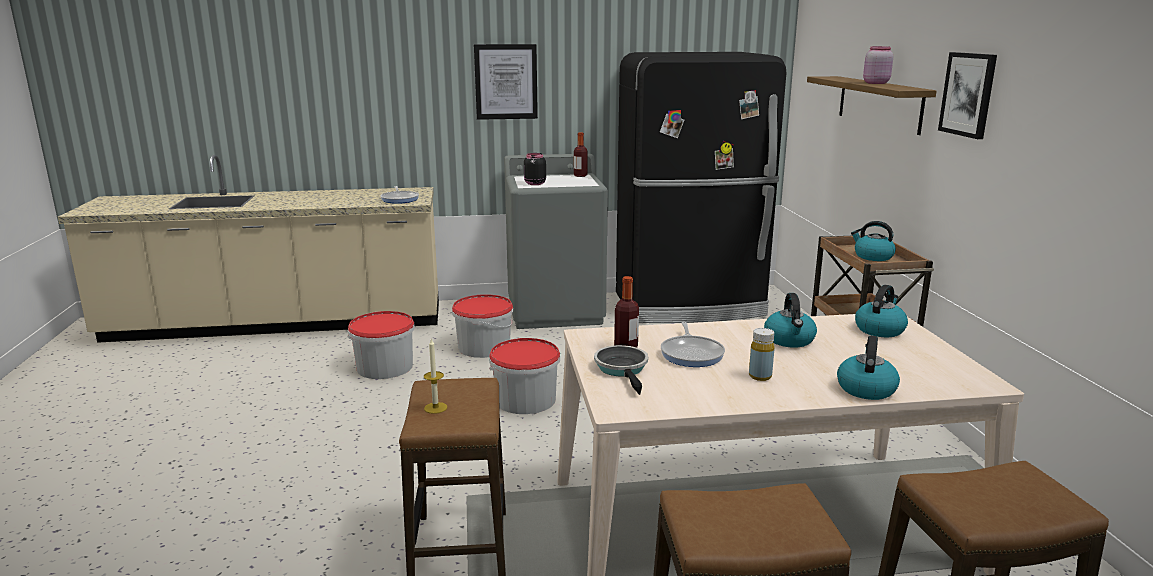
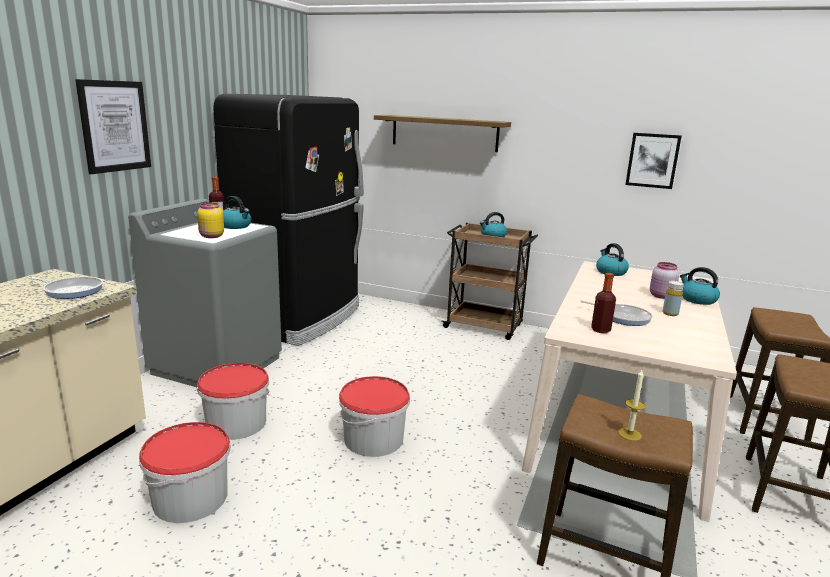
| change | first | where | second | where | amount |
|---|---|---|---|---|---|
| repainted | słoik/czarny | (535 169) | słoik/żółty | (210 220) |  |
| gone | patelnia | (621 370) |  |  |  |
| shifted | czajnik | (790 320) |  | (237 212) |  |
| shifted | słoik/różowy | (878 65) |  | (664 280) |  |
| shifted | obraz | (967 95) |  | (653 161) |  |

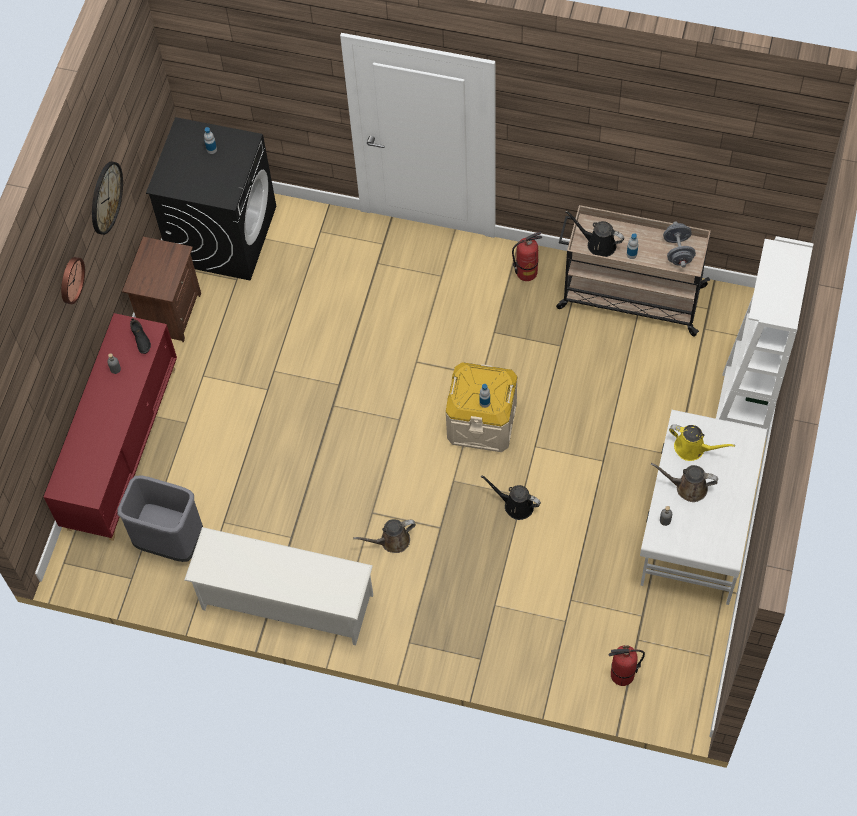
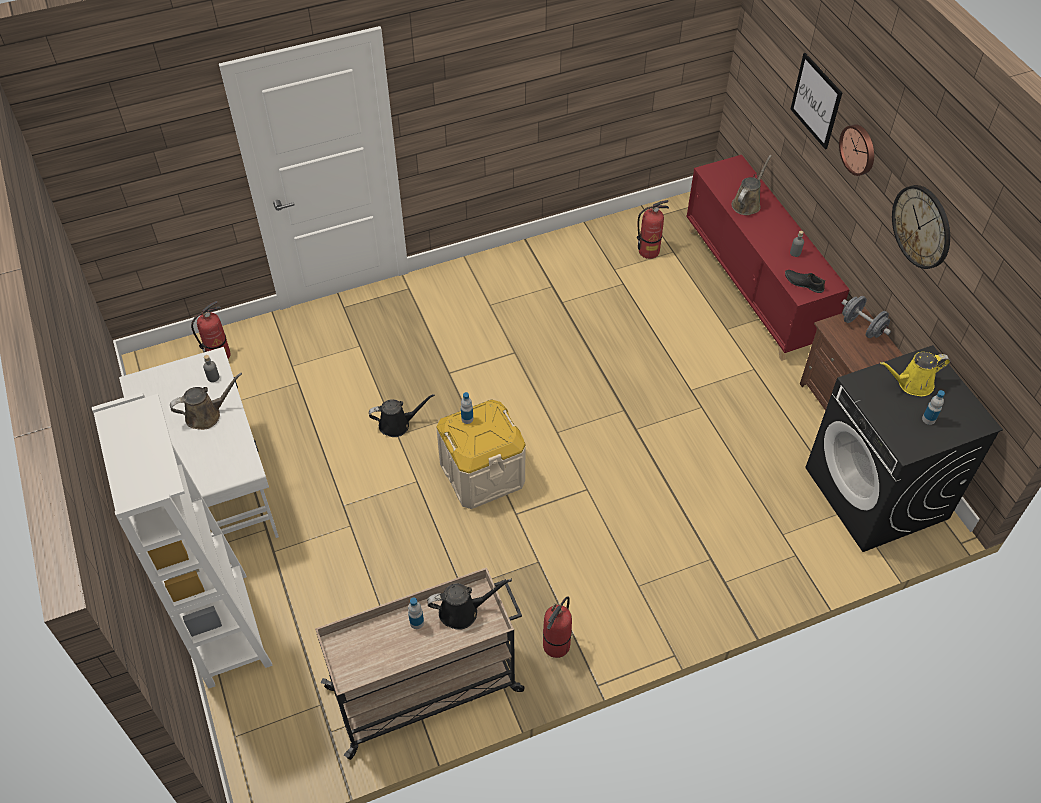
| change | first | where | second | where | amount |
|---|---|---|---|---|---|
| swapped | kosz na śmieci/szary | (160 518) | gaśnica | (653 229) |  |
| gone | regał na buty/biały | (278 586) |  |  |  |
| shifted | konewka/brązowy | (384 536) |  | (752 185) |  |
| shifted | hantel/szary | (679 244) |  | (866 317) |  |
| shifted | konewka/żółty | (702 442) |  | (915 374) |  |
| new |  |  | obraz | (816 101) |  |

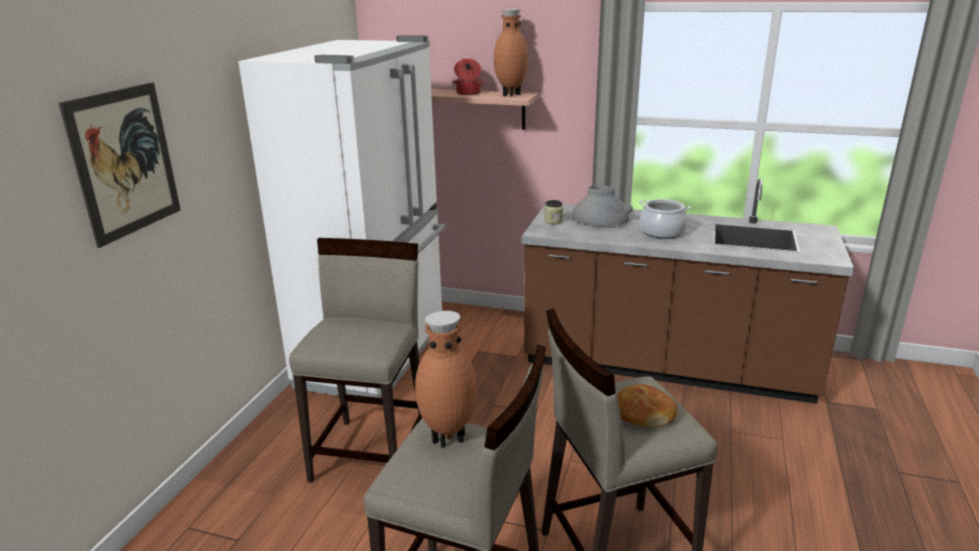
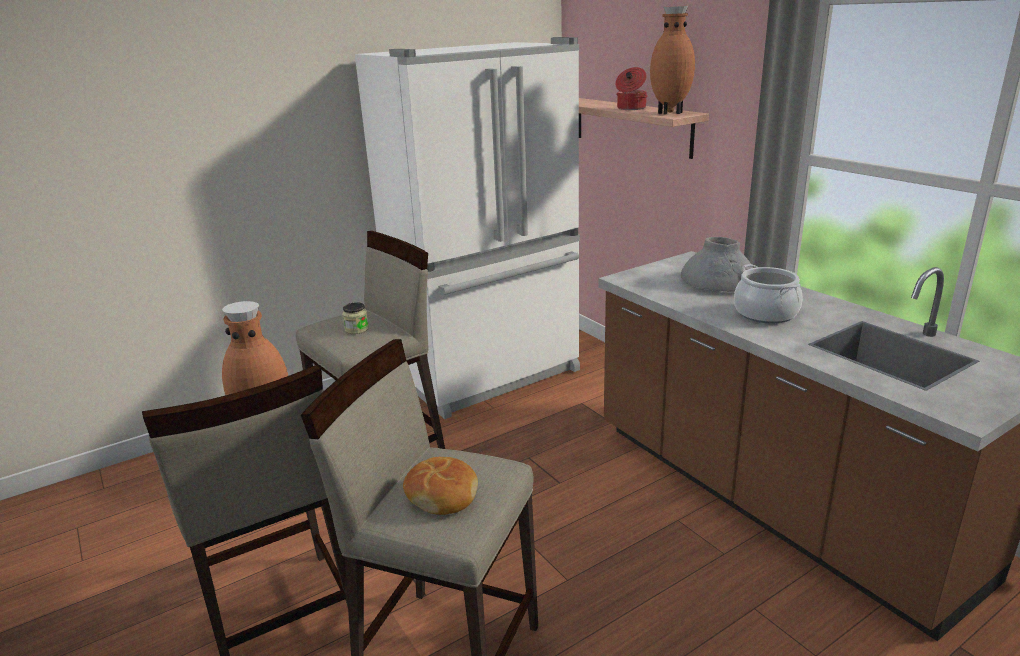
| change | first | where | second | where | amount |
|---|---|---|---|---|---|
| gone | obraz | (120 165) |  |  |  |
| shifted | słoik | (553 212) |  | (355 318) |  |

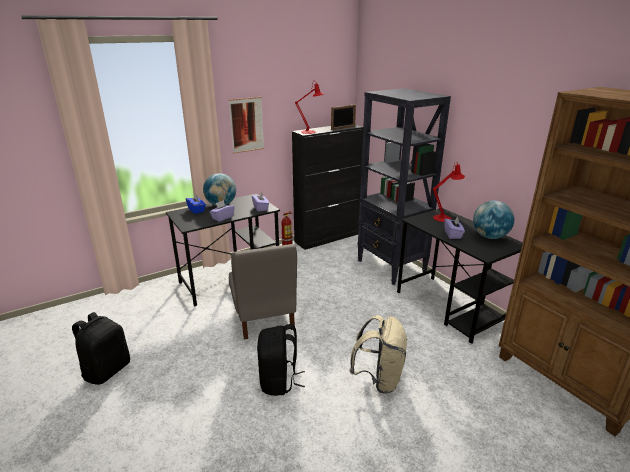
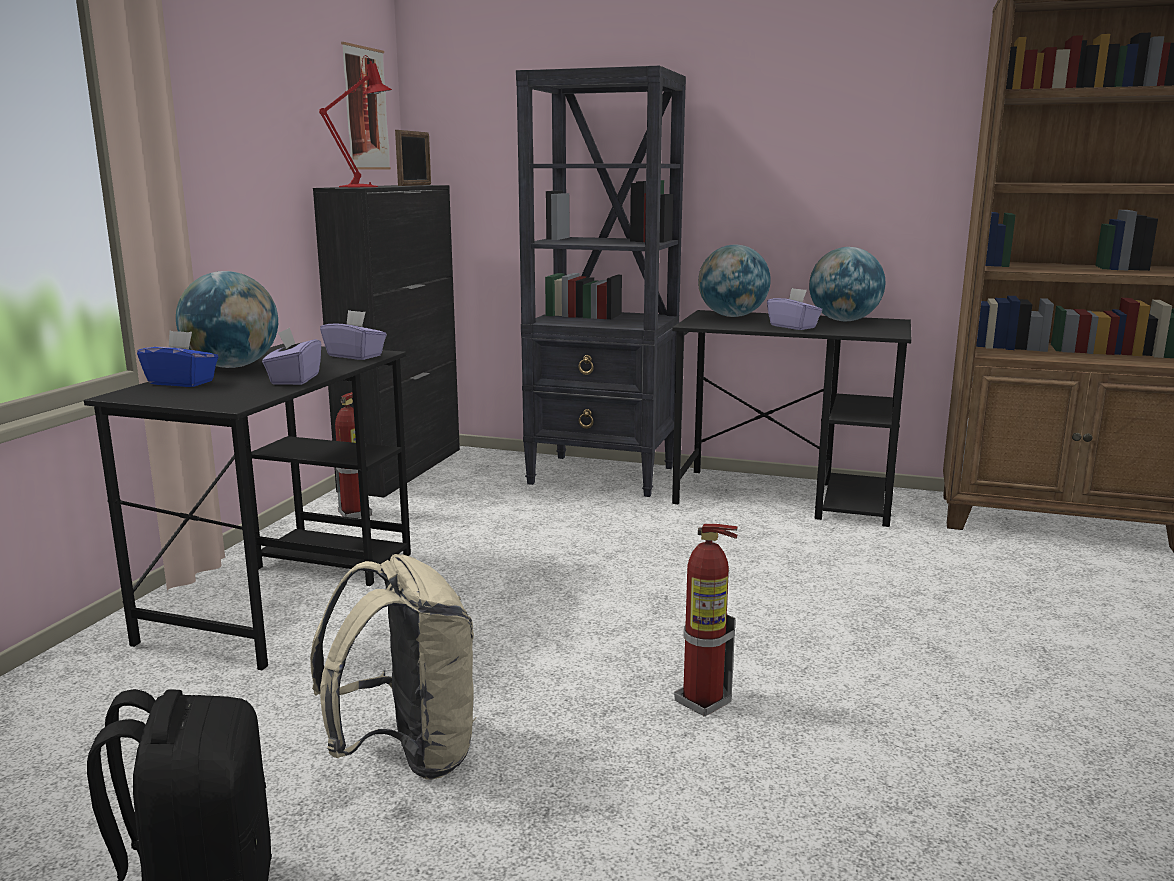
| change | first | where | second | where | amount |
|---|---|---|---|---|---|
| shifted | obraz | (246 125) |  | (366 106) |  |
| gone | krzesło/szary | (263 292) |  |  |  |
| swapped | plecak/czarny | (281 360) | gaśnica | (706 620) |  |
| shifted | plecak/beżowy | (378 354) |  | (393 667) |  |
| swapped | lampa stołowa/czerwony | (449 192) | globus | (734 281) |  |

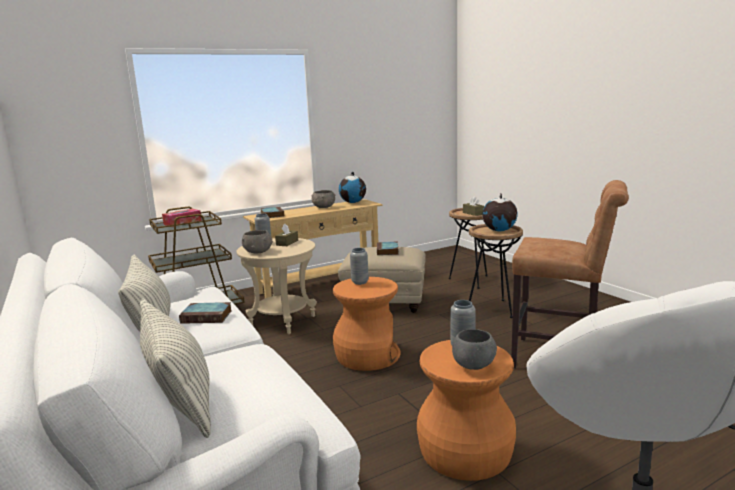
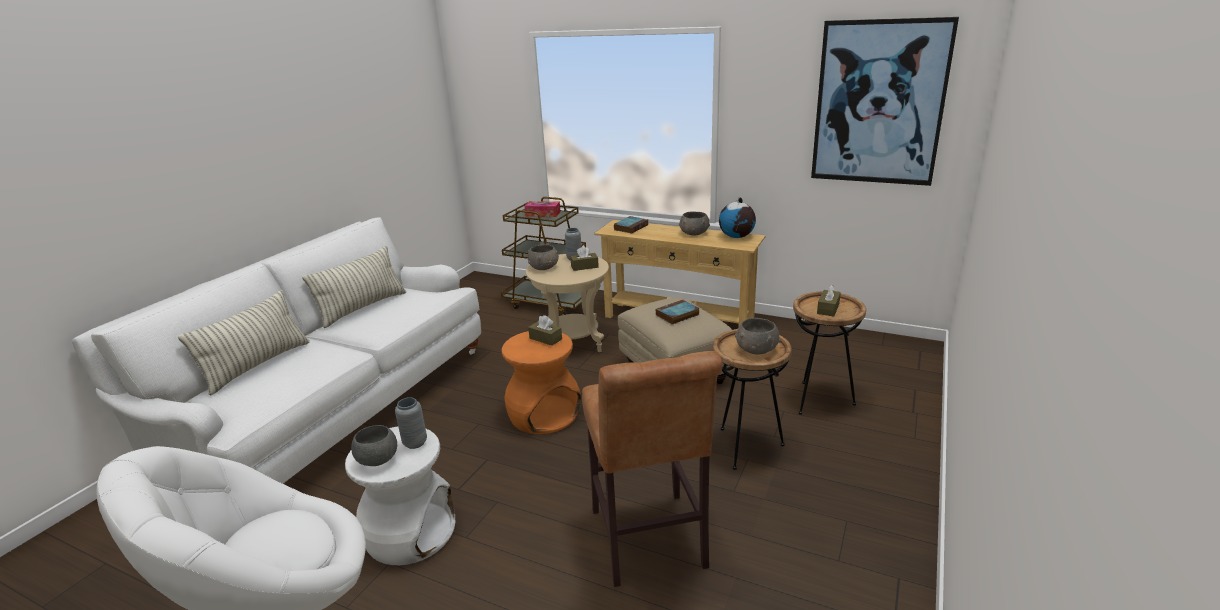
| change | first | where | second | where | amount |
|---|---|---|---|---|---|
| gone | książka | (205 313) |  |  |  |
| swapped | wazon/szary | (359 266) | pudełko chusteczek/brązowy | (545 330) |  |
| repainted | stołek/pomarańczowy | (466 410) | stołek/biały | (400 495) |  |
| swapped | globus | (499 212) | miska/szary | (757 336) |  |
| new |  |  | obraz | (885 101) |  |

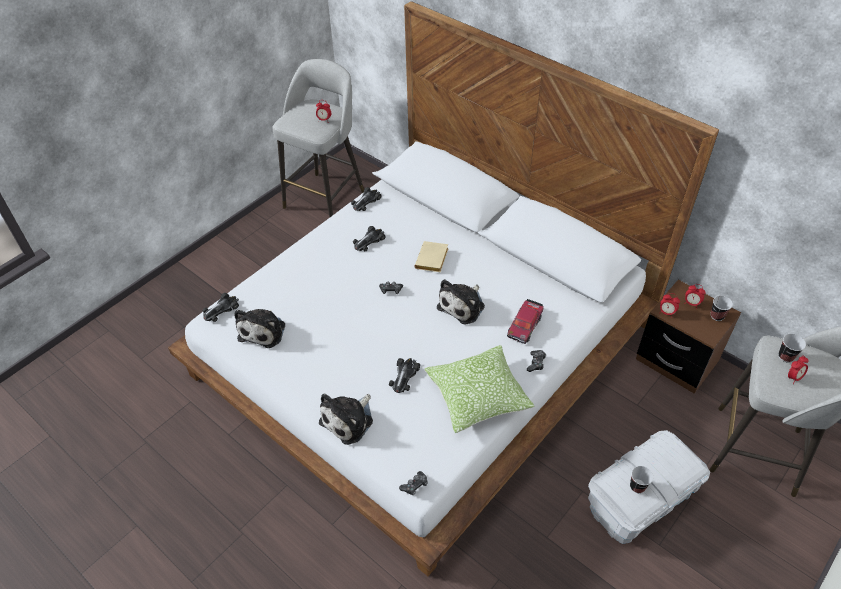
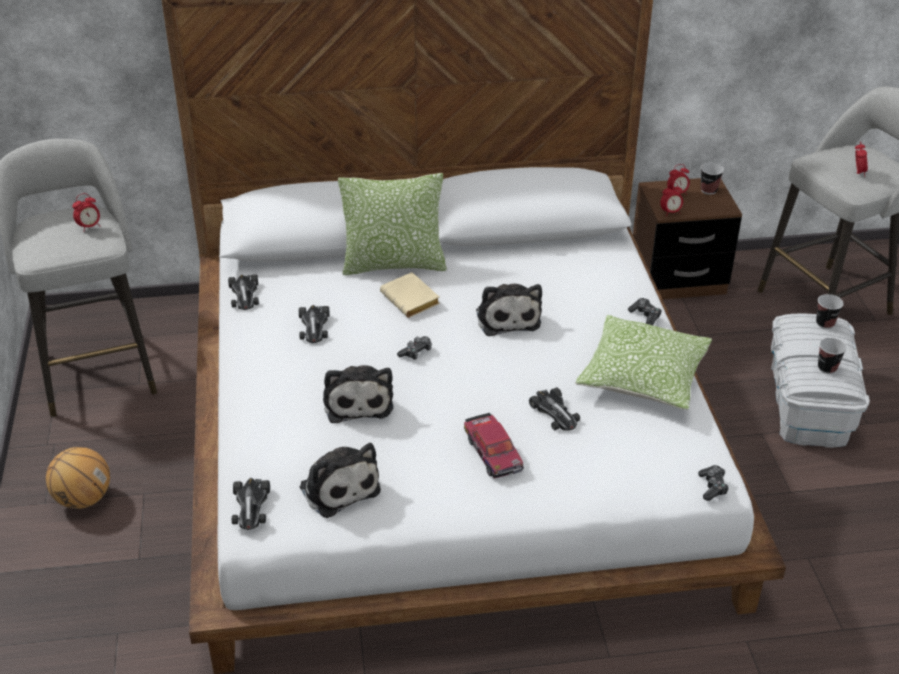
| change | first | where | second | where | amount |
|---|---|---|---|---|---|
| shifted | pluszak | (346 419) |  | (358 394) |  |
| shifted | samochodzik | (525 321) |  | (494 446) |  |
| shifted | filiżanka | (792 348) |  | (830 311) |  |
| new |  |  | piłka do koszykówki | (78 478) |  |
| new |  |  | poduszka | (392 224) |  |

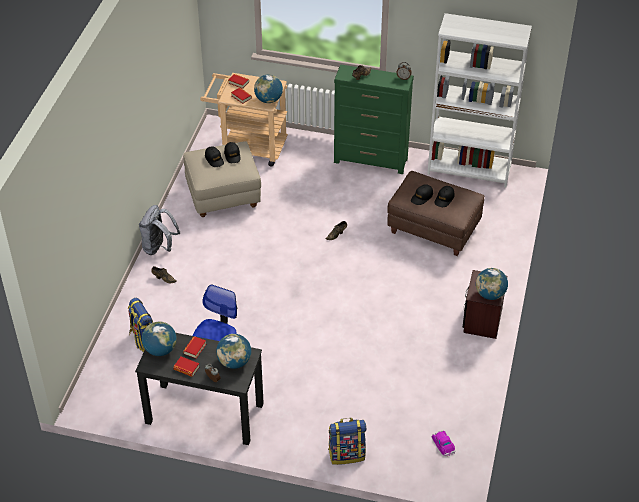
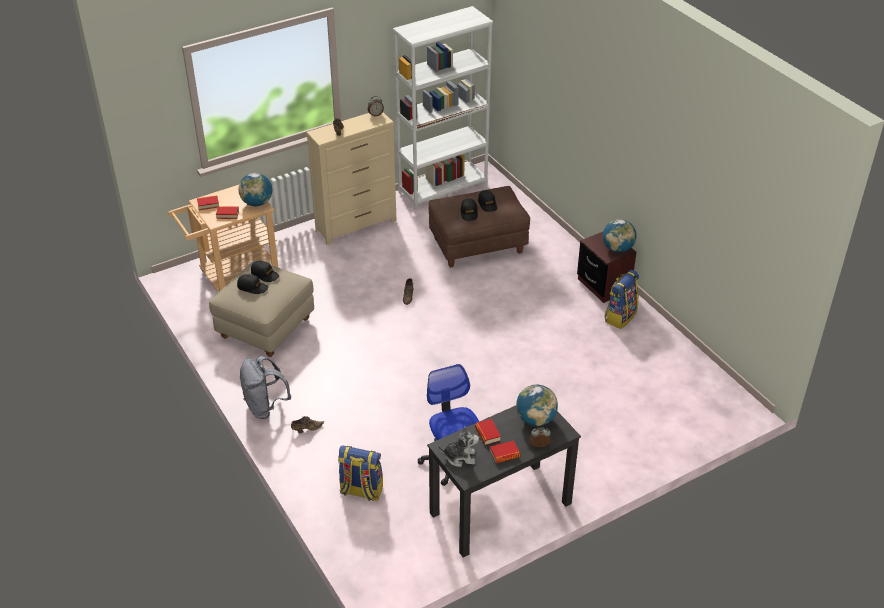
| change | first | where | second | where | amount |
|---|---|---|---|---|---|
| swapped | globus | (159 338) | pluszak | (458 447) |  |
| shifted | plecak | (347 441) |  | (621 299) |  |
| repainted | komoda/zielony | (374 119) | komoda/beżowy | (351 178) |  |
| gone | samochodzik | (443 443) |  |  |  |

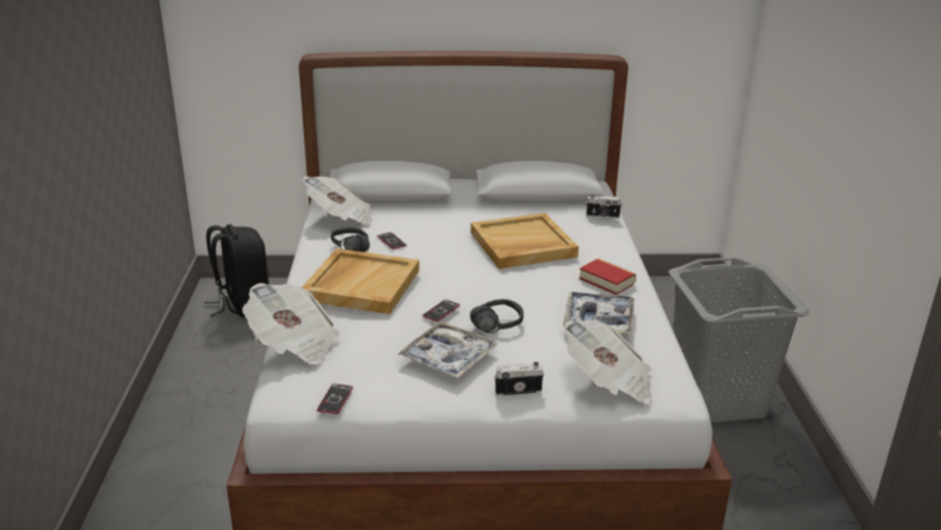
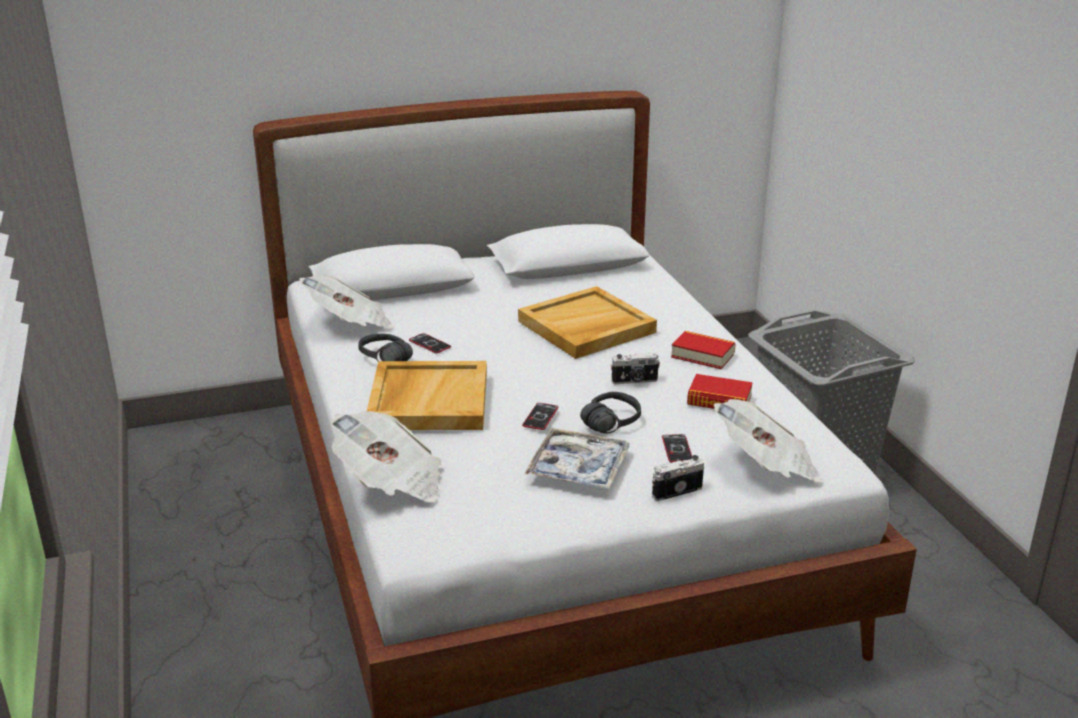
| change | first | where | second | where | amount |
|---|---|---|---|---|---|
| gone | plecak/czarny | (237 270) |  |  |  |
| shifted | telefon | (335 399) |  | (677 448) |  |
| swapped | taca | (598 313) | książka | (720 391) |  |
| shifted | aparat fotograficzny | (604 206) |  | (635 368) |  |

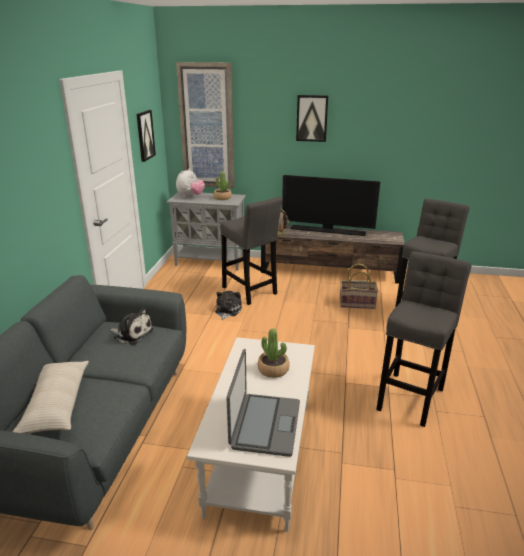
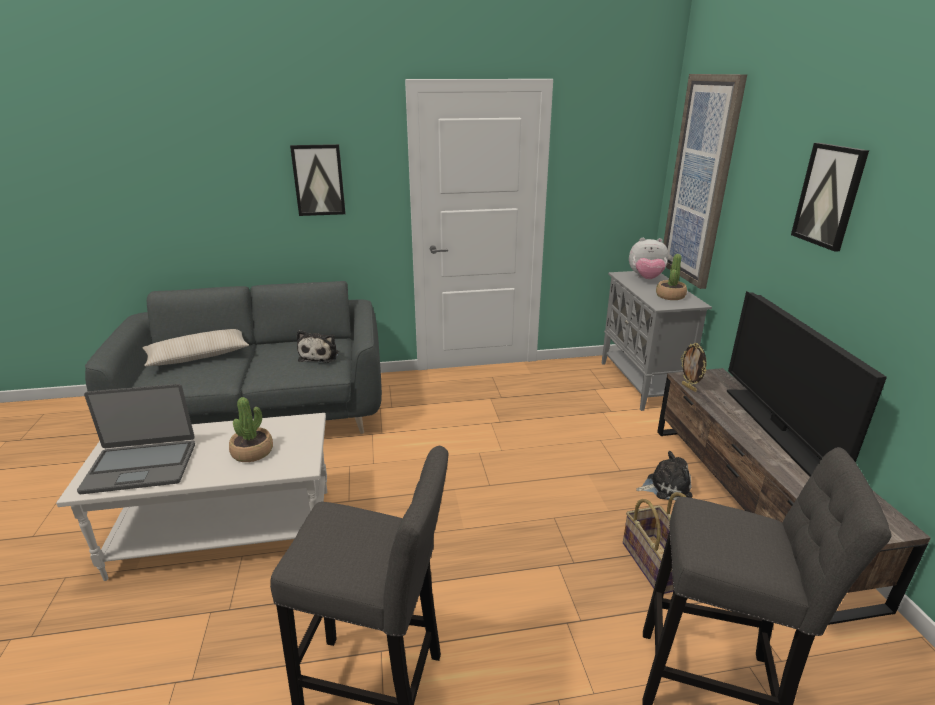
| change | first | where | second | where | amount |
|---|---|---|---|---|---|
| shifted | obraz | (146 136) |  | (318 180) |  |
| shifted | pluszak | (228 306) |  | (664 475) |  |
| gone | stołek/szary | (251 250) |  |  |  |

